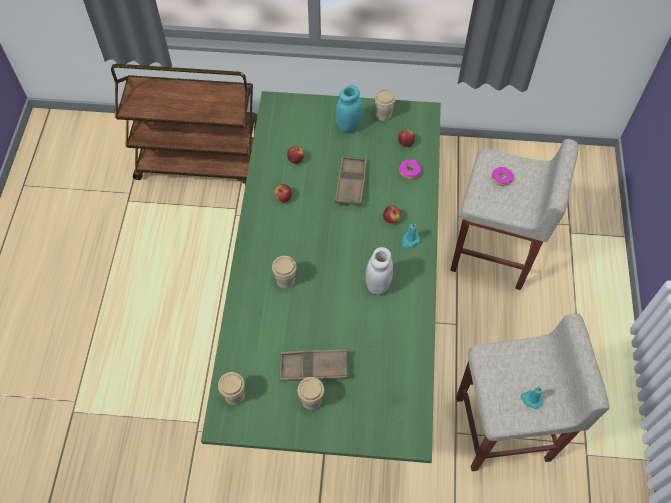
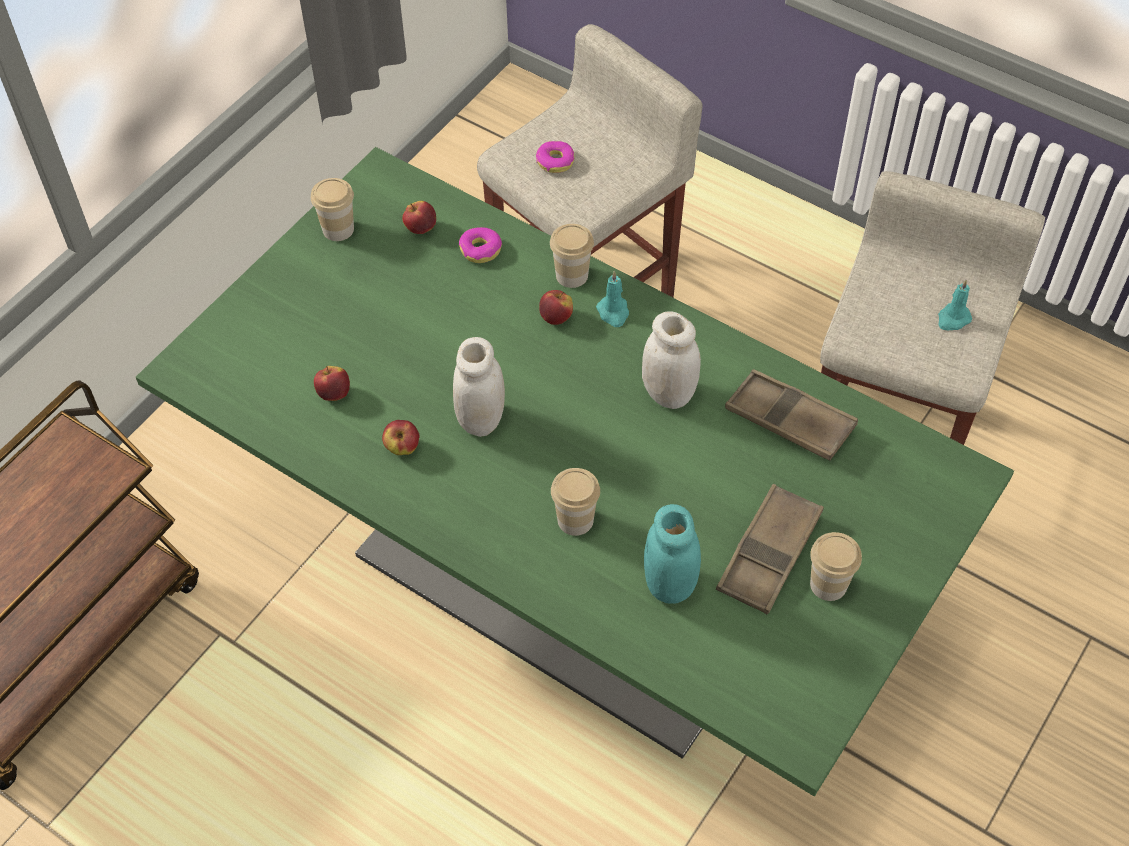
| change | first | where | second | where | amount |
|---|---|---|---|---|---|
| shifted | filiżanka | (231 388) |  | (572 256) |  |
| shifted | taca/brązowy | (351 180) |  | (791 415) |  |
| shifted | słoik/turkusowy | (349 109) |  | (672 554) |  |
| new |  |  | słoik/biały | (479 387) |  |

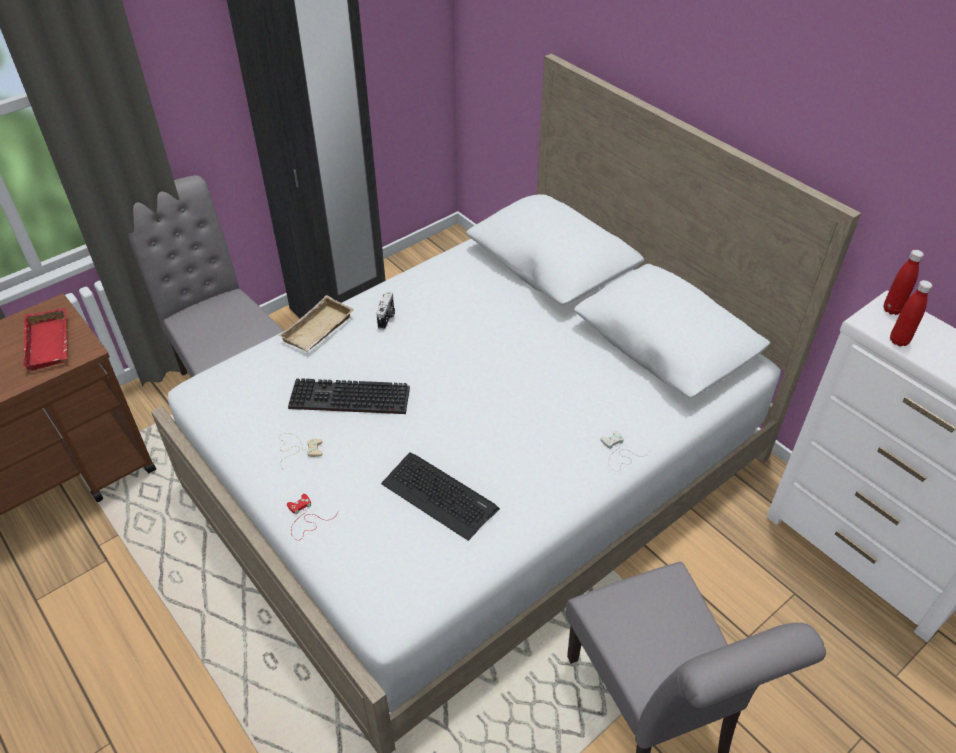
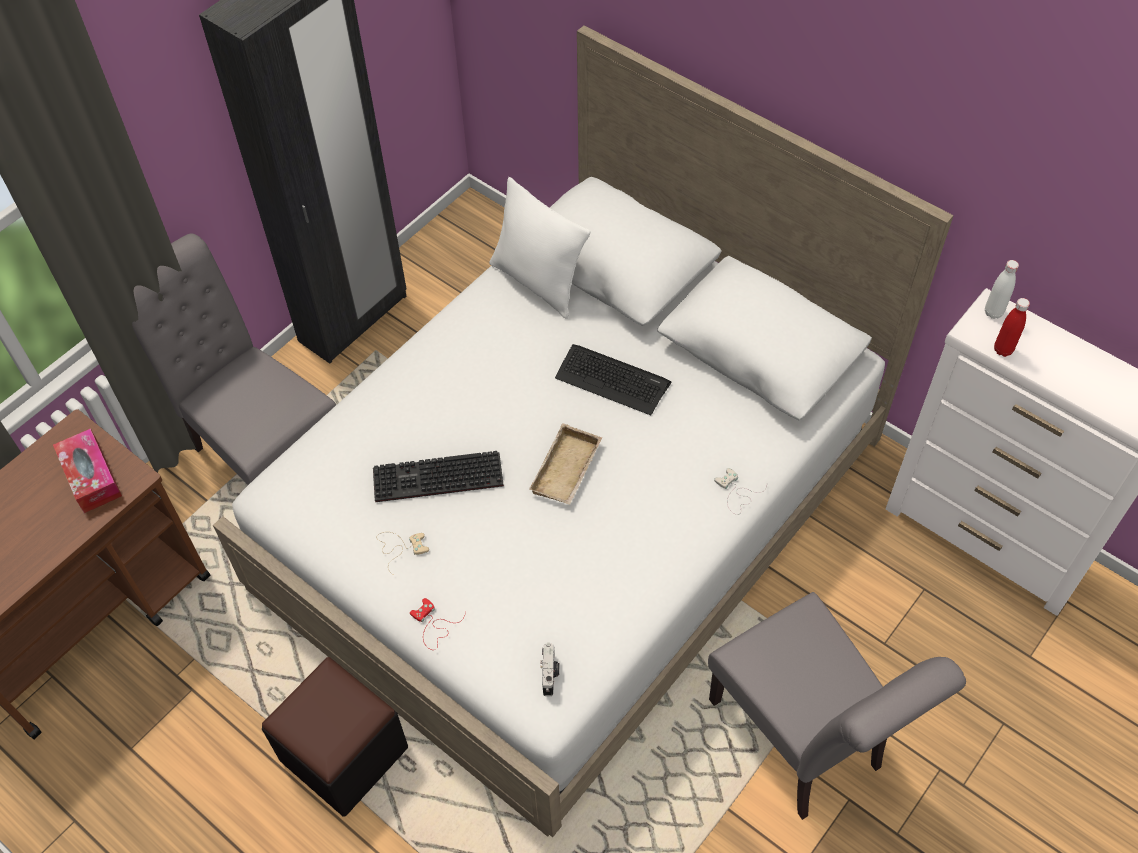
| change | first | where | second | where | amount |
|---|---|---|---|---|---|
| swapped | taca/czerwony | (45 339) | pudełko chusteczek | (87 470) |  |
| shifted | taca/beżowy | (316 323) |  | (565 464) |  |
| shifted | aparat fotograficzny | (385 310) |  | (550 669) |  |
| shifted | klawiatura | (440 496) |  | (613 379) |  |
| repainted | butelka/czerwony | (904 282) | butelka/biały | (1002 289) |  |
| new |  |  | pufa/czarny | (335 737) |  |
| new |  |  | poduszka/biały | (539 248) |  |

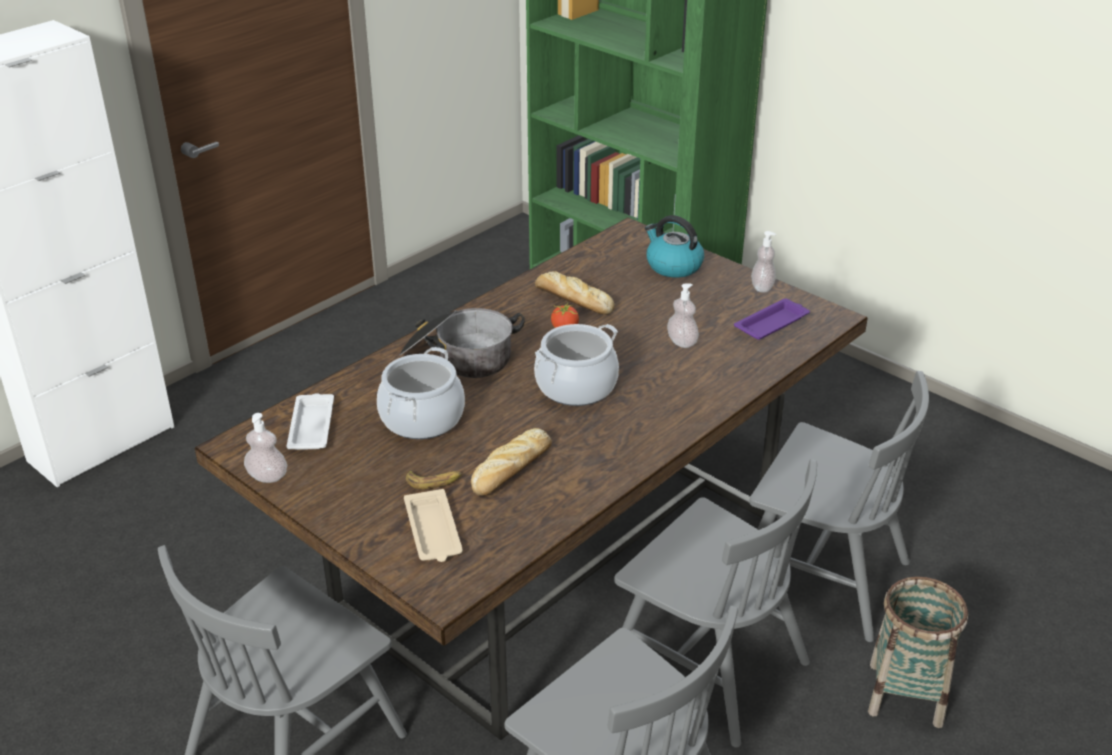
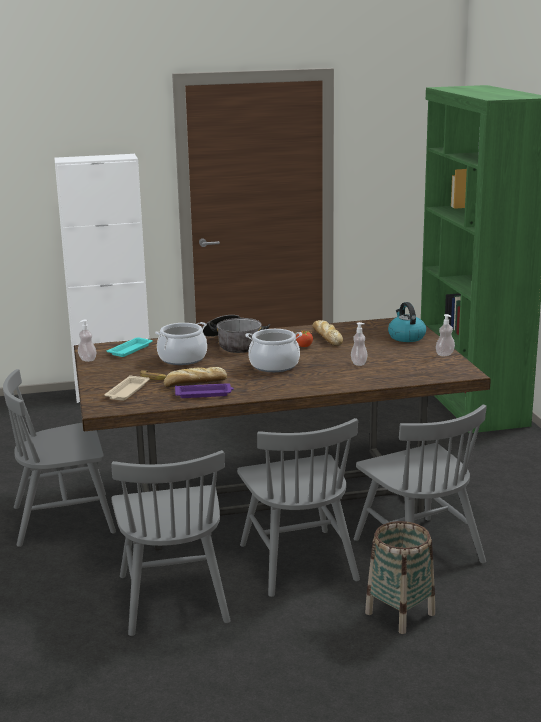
| change | first | where | second | where | amount |
|---|---|---|---|---|---|
| repainted | taca/biały | (310 421) | taca/turkusowy | (130 347) |  |
| shifted | taca/fioletowy | (772 319) |  | (204 390) |  |

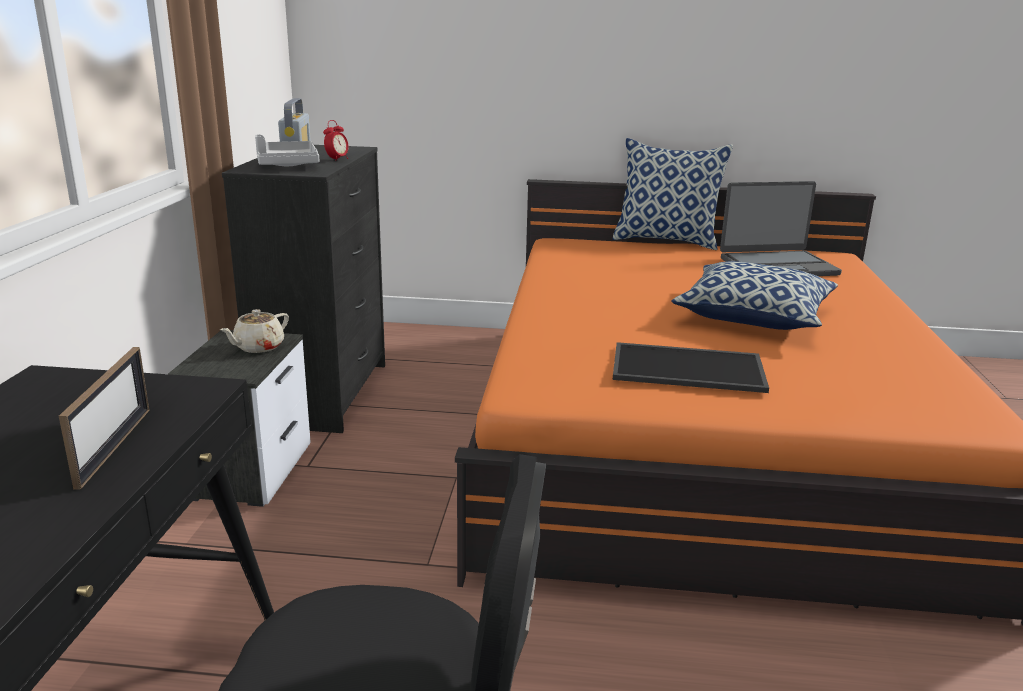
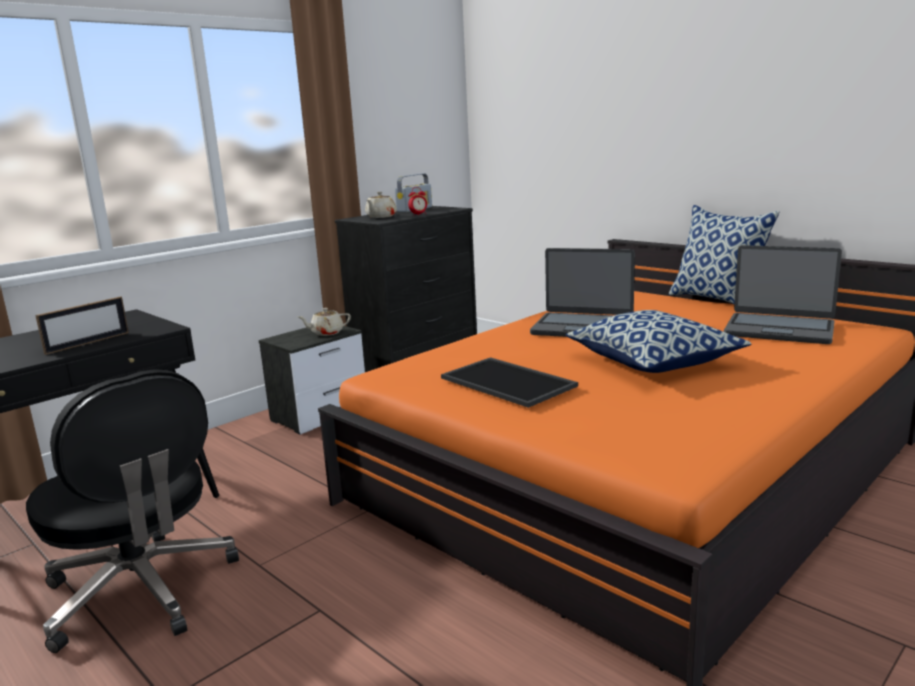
| change | first | where | second | where | amount |
|---|---|---|---|---|---|
| swapped | taca/szary | (287 150) | imbryk/beżowy | (381 205) |  |
| new |  |  | laptop | (582 292) |  |

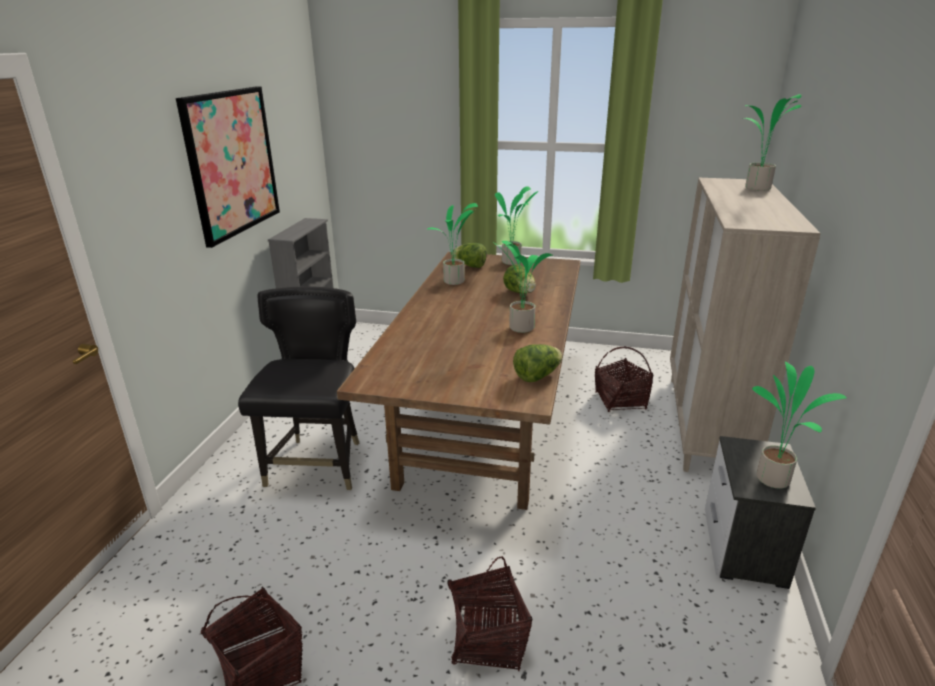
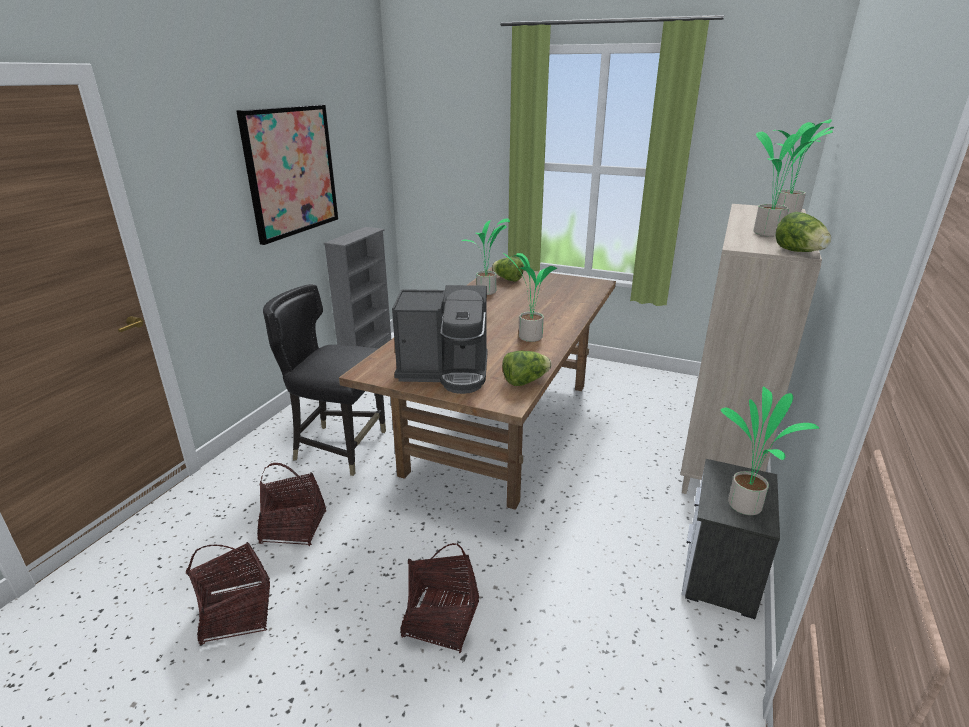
| change | first | where | second | where | amount |
|---|---|---|---|---|---|
| rotated | krzesło/czarny | (298 388) |  | (324 380) | 90 degrees counterclockwise |
| shifted | roślina doniczkowa | (516 225) |  | (792 179) |  |
| shifted | sałata | (519 279) |  | (803 232) |  |
| shifted | koszyk | (624 379) |  | (291 504) |  |
| new |  |  | ekspres do kawy | (440 339) |  |

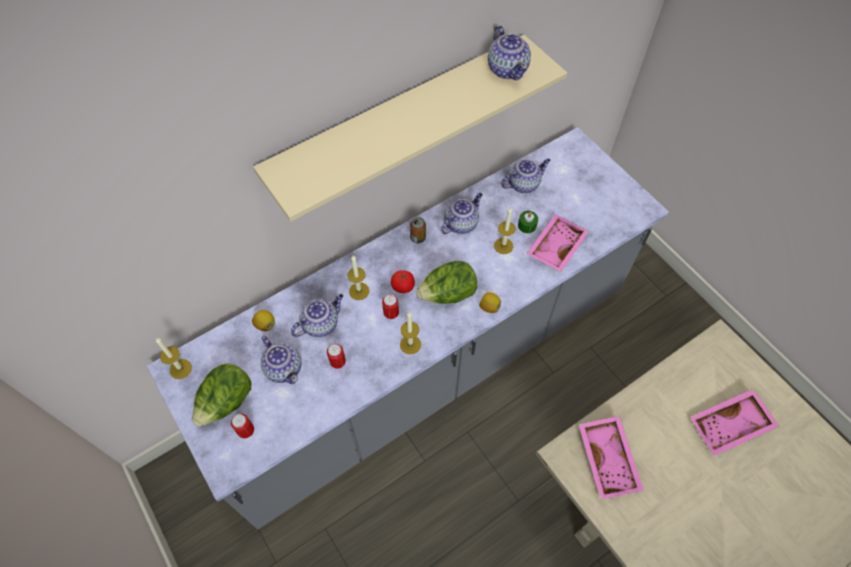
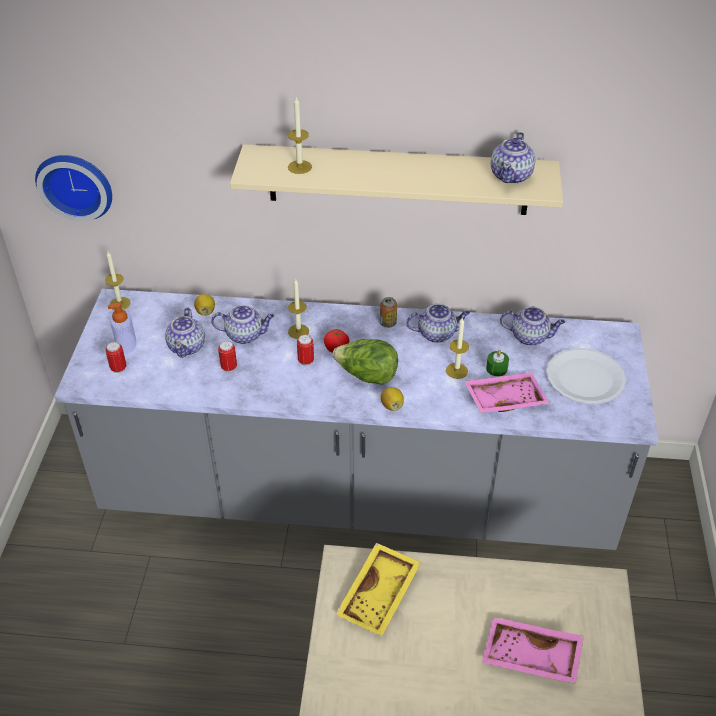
| change | first | where | second | where | amount |
|---|---|---|---|---|---|
| swapped | sałata | (221 395) | dozownik mydła | (122 328) |  |
| shifted | świeca | (410 333) |  | (300 135) |  |
| repainted | taca/różowy | (611 458) | taca/żółty | (378 589) |  |
| new |  |  | zegar ścienny | (73 188) |  |
| new |  |  | talerz/biały | (586 376) |  |

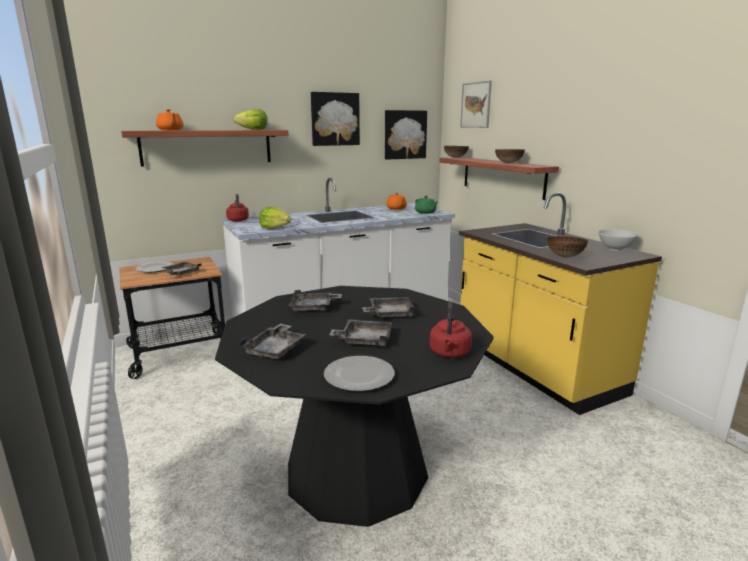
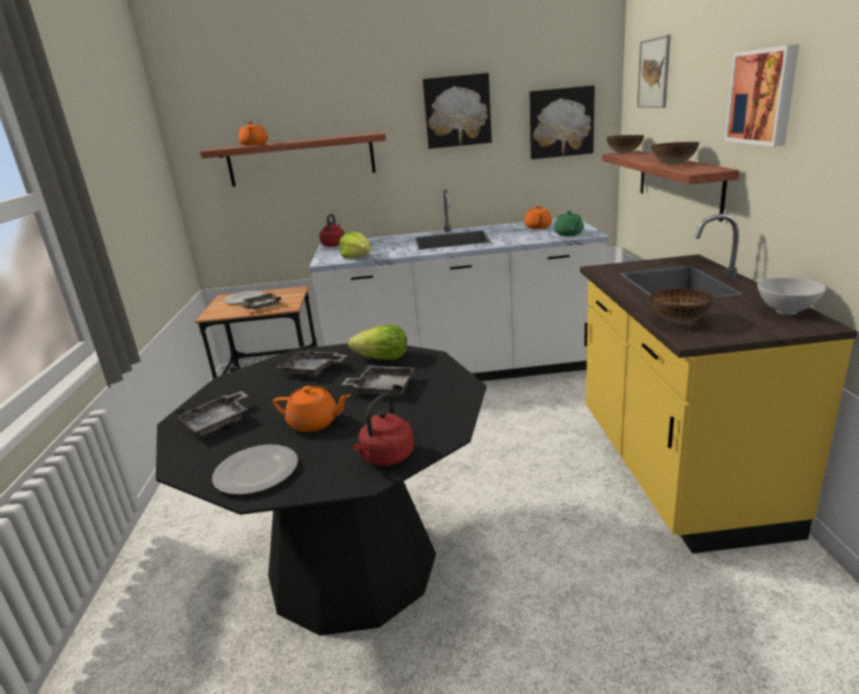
| change | first | where | second | where | amount |
|---|---|---|---|---|---|
| shifted | sałata | (250 119) |  | (377 342) |  |
| swapped | taca/szary | (360 332) | imbryk/pomarańczowy | (312 409) |  |
| new |  |  | obraz | (761 95) |  |

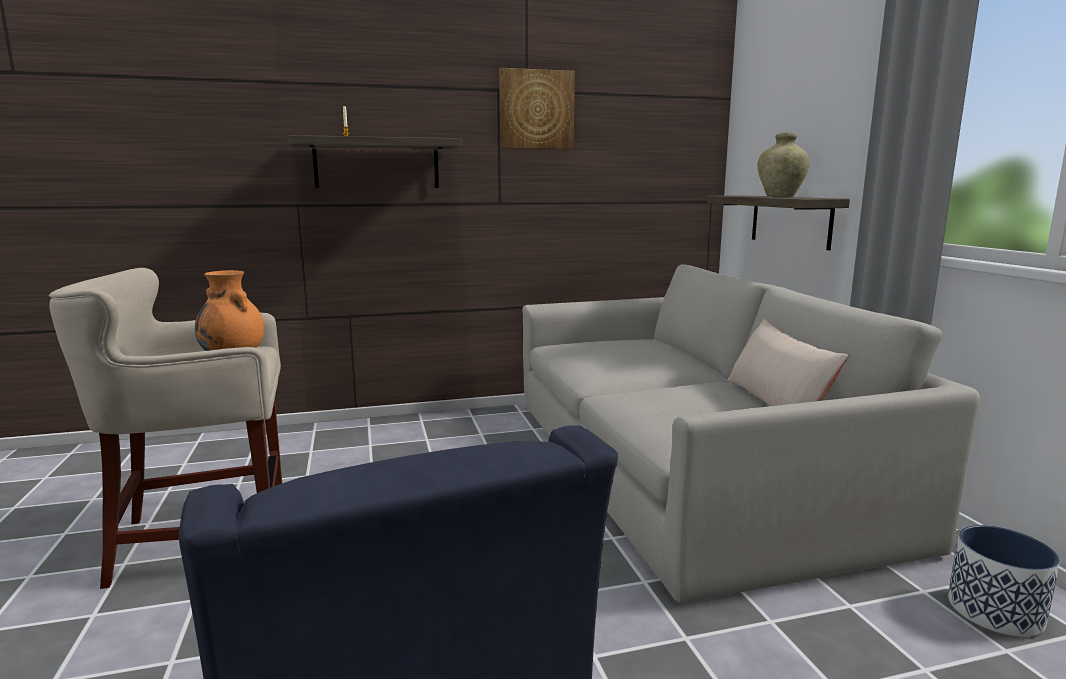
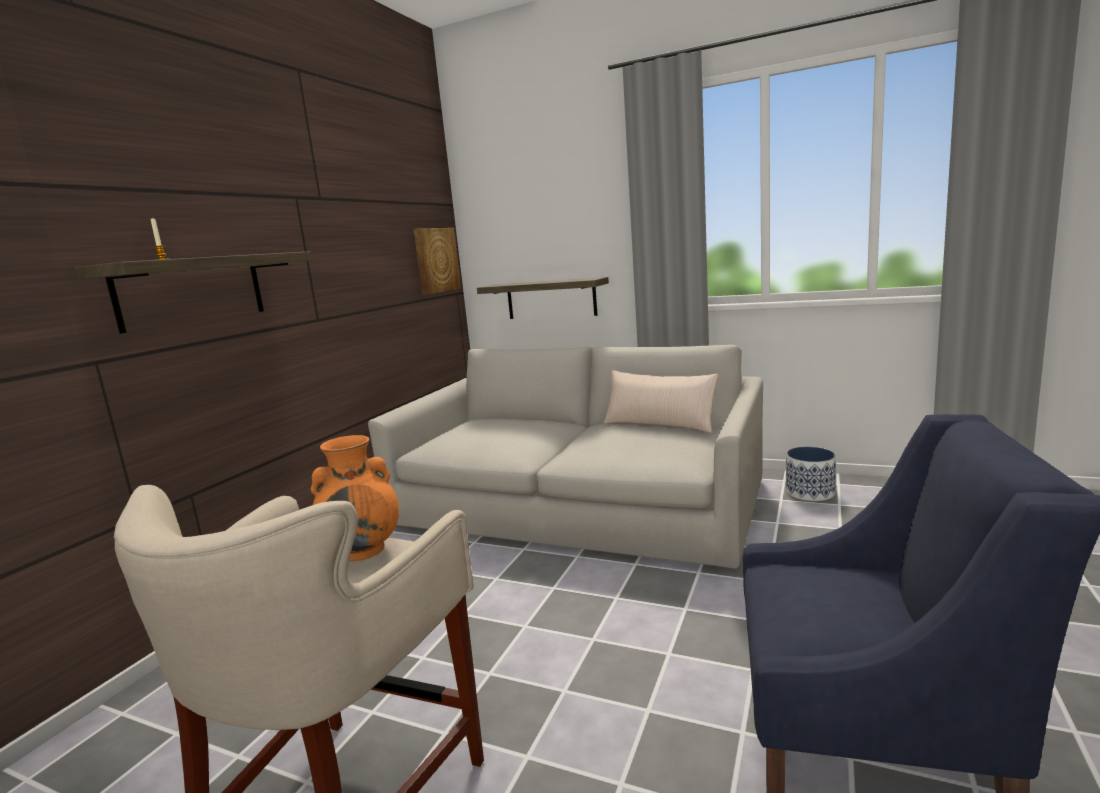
| change | first | where | second | where | amount |
|---|---|---|---|---|---|
| shifted | obraz | (537 108) |  | (437 261) |  |
| gone | wazon/beżowy | (783 164) |  |  |  |

